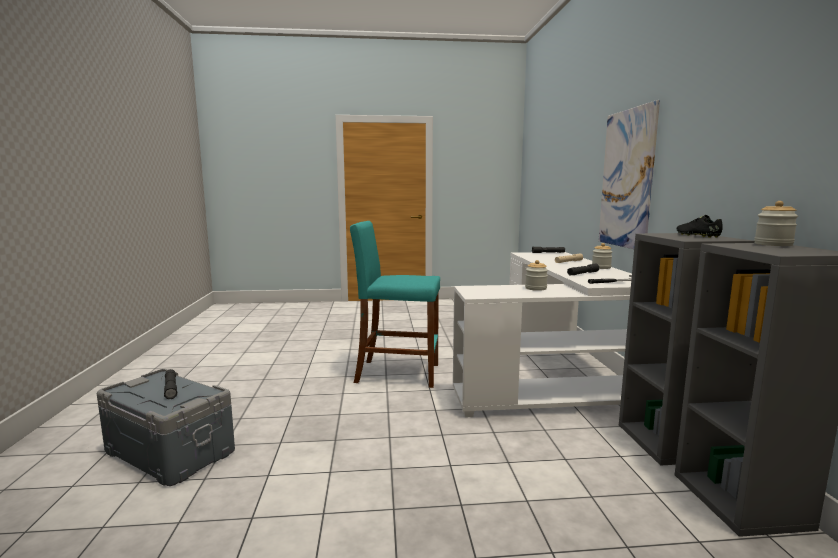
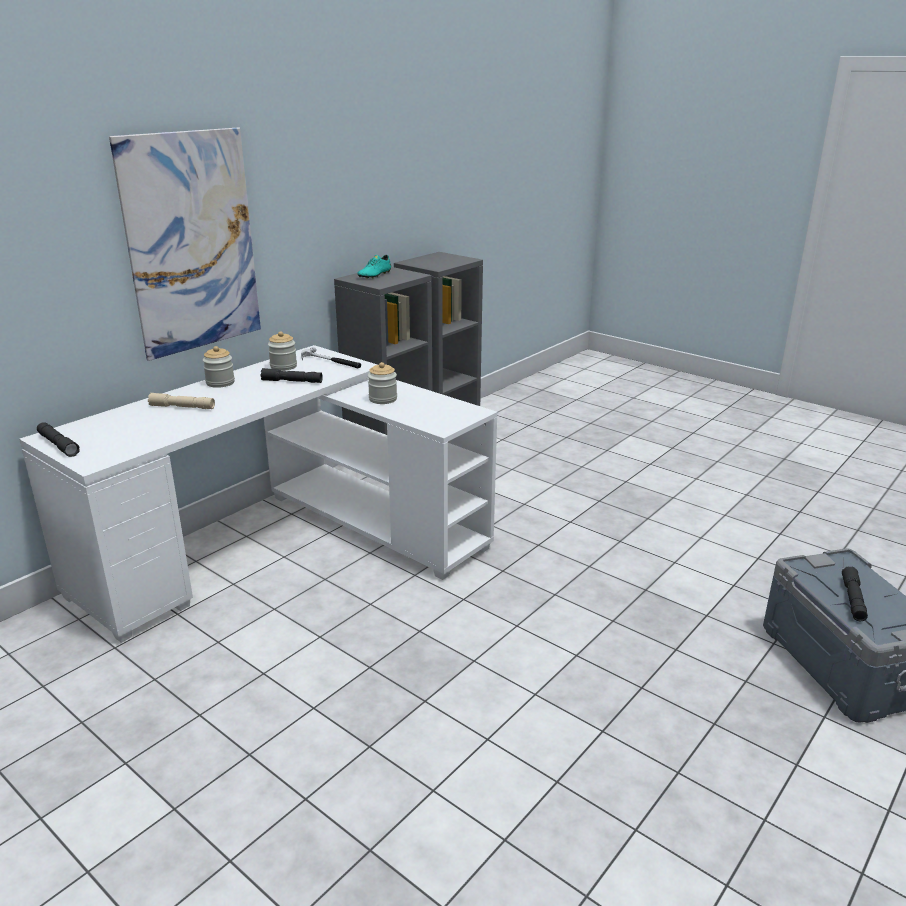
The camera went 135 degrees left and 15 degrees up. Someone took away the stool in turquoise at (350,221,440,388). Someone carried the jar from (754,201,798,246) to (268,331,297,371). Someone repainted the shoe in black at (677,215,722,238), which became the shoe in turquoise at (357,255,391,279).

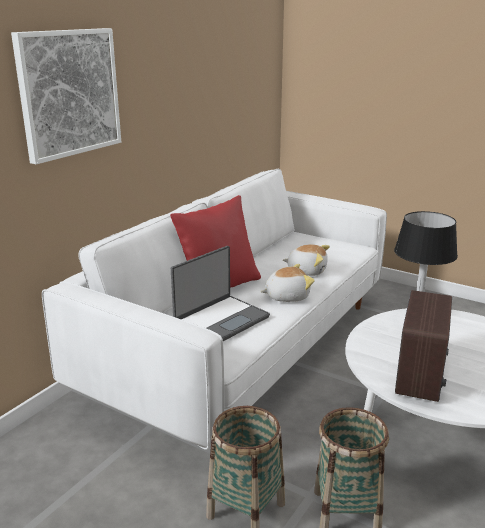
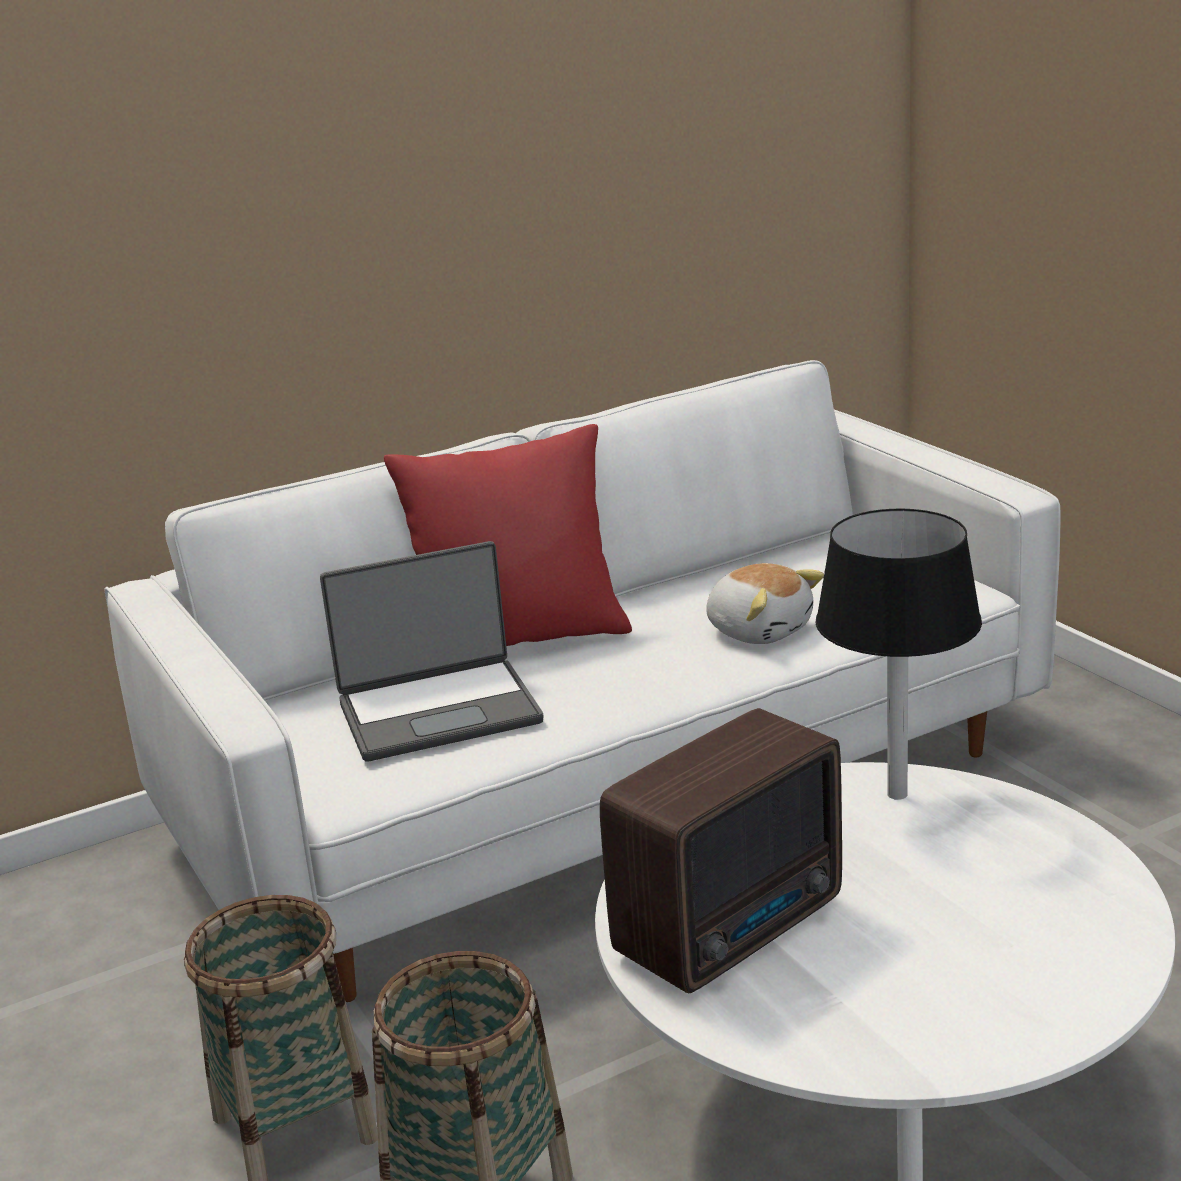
The camera went 30 degrees right and 0 degrees up. Someone took away the picture at (11,28,121,164). Someone took away the plush toy at (261,264,315,302).

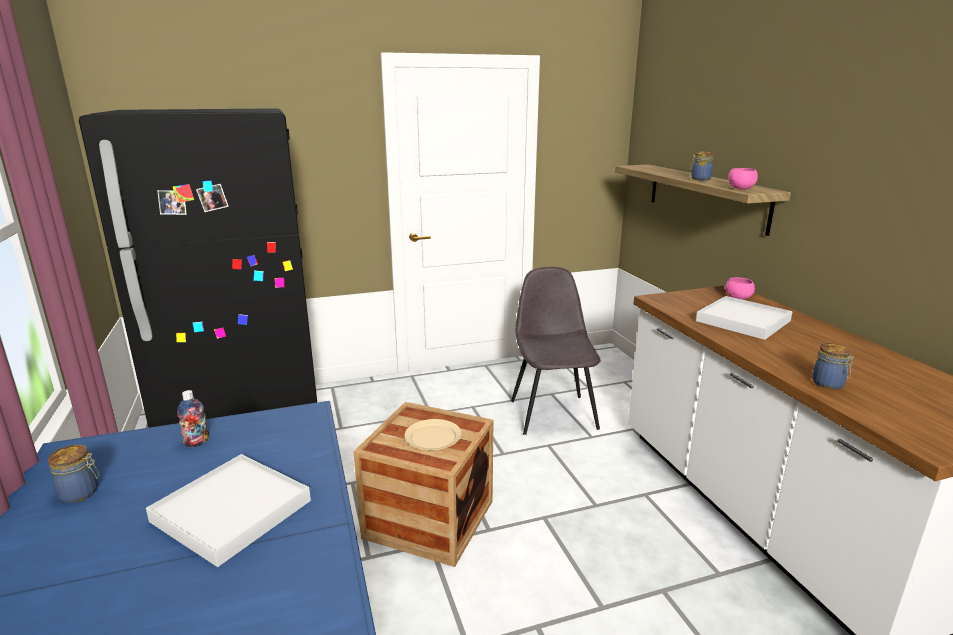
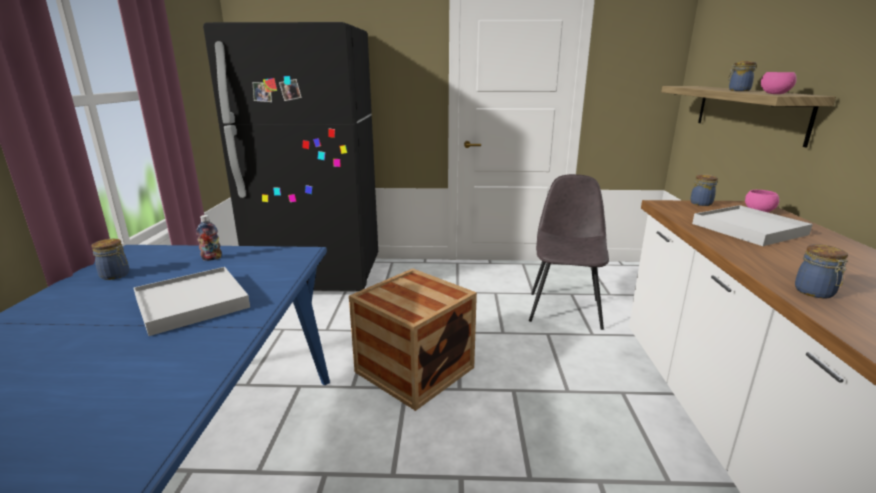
The camera went 20 degrees right and 0 degrees up. Someone took away the plate in beige at (405,419,462,450). Someone put down the jar at (690,175,718,206).

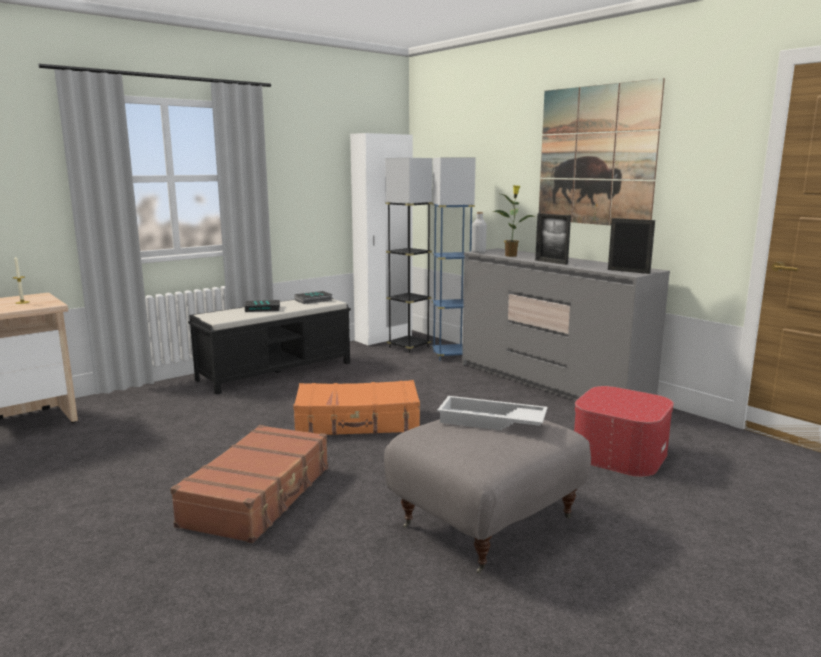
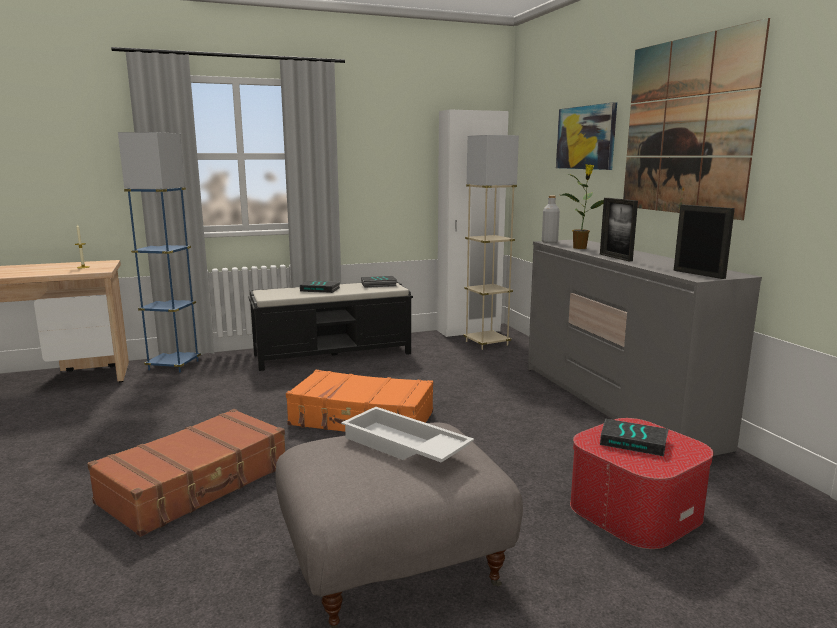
The camera went 20 degrees right and 0 degrees up. Someone put up the picture at (556,102,617,170). Someone put down the book at (600,419,669,456). Someone carried the floor lamp in blue from (431,157,476,361) to (118,132,201,372). Someone repainted the floor lamp in black at (385,158,433,353), which became the floor lamp in beige at (463,135,519,350).

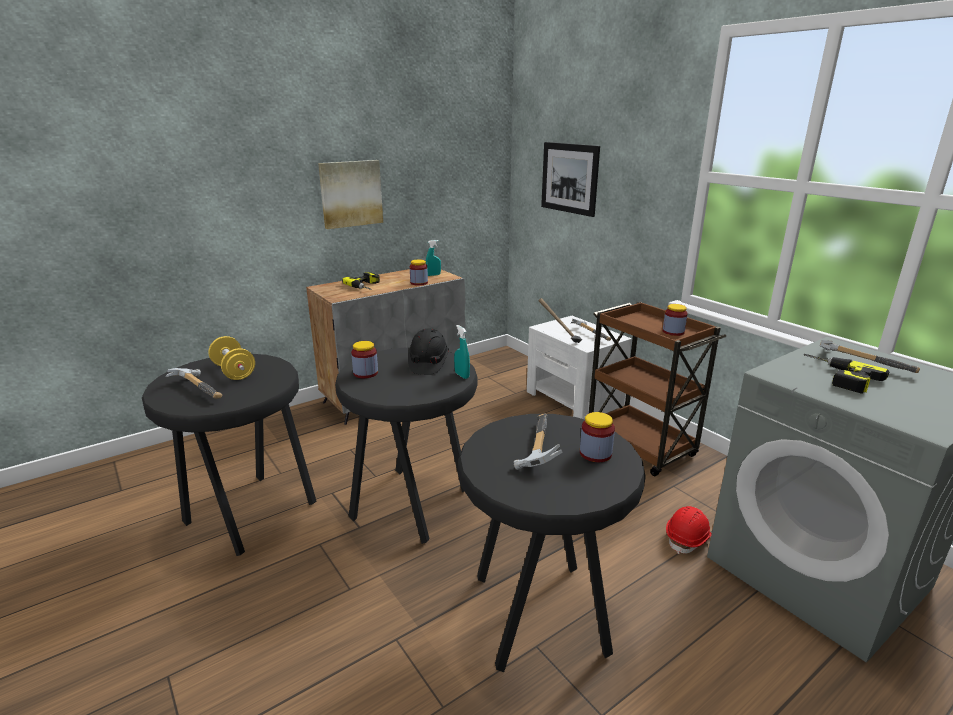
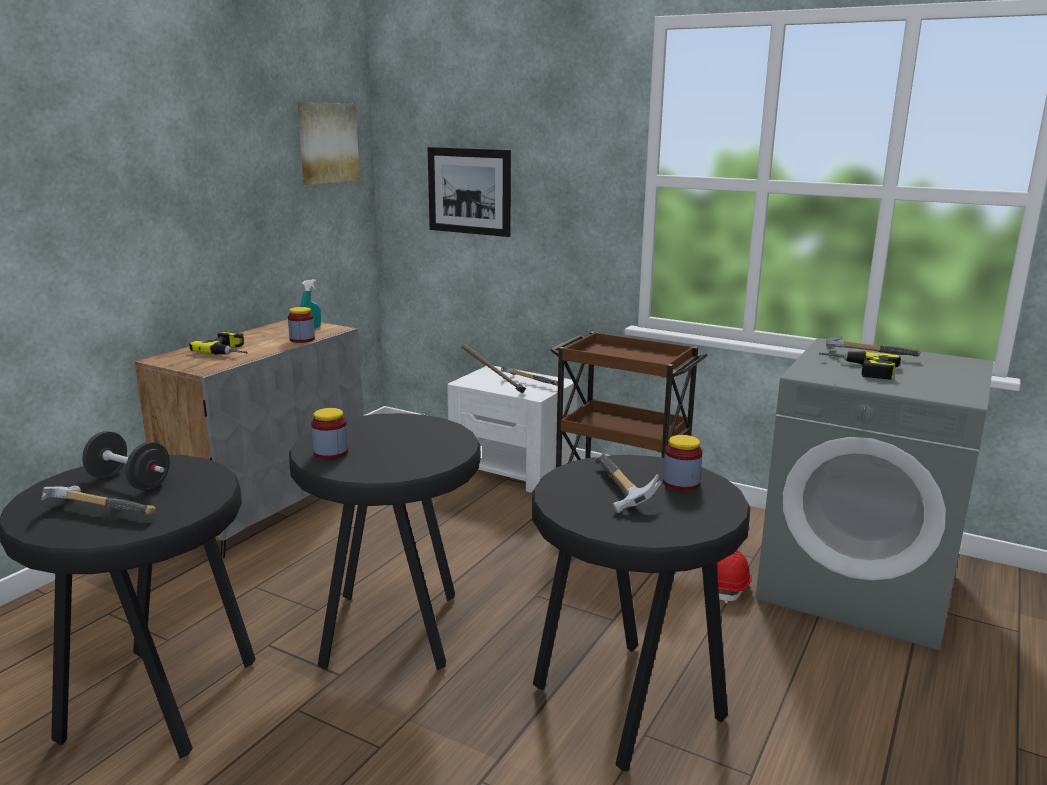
The camera went 25 degrees left and 5 degrees down. Someone took away the hard hat in black at (408,329,449,375). Someone took away the spray bottle in turquoise at (454,325,470,379). Someone took away the jar at (663,304,688,336). Someone carried the picture from (318,160,383,229) to (297,102,360,185). Someone repainted the dumbbell in yellow at (208,336,255,380), which became the dumbbell in black at (82,431,170,491).

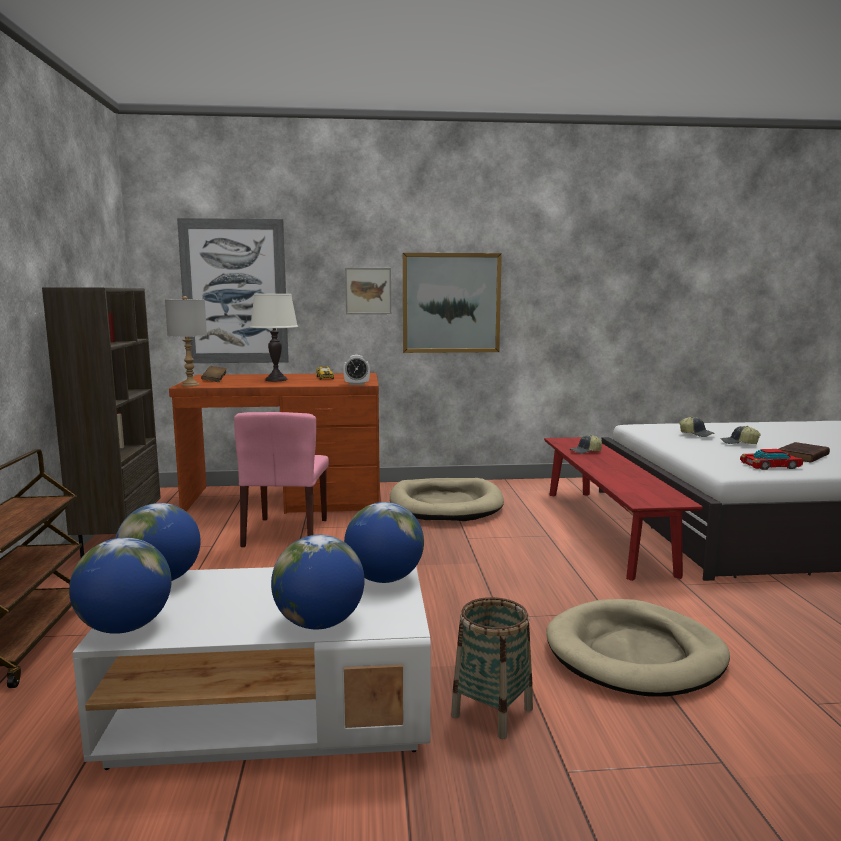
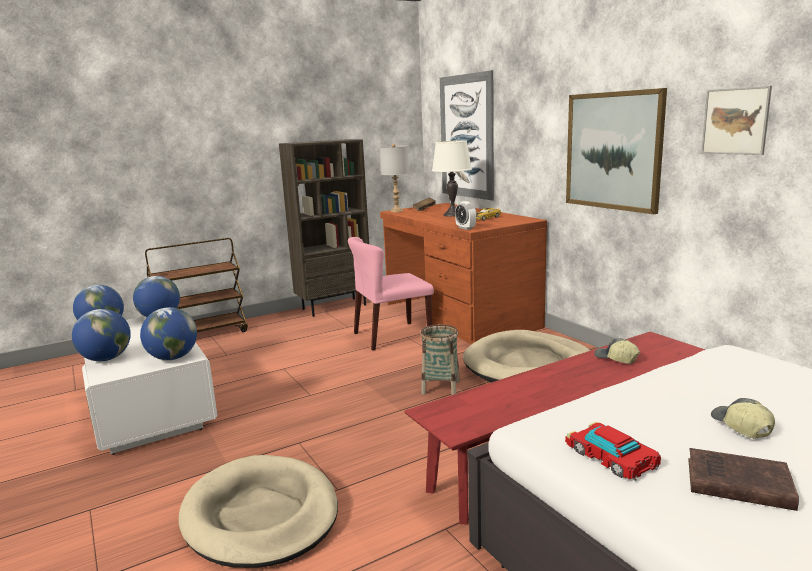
The camera went 65 degrees right and 5 degrees up. Someone took away the cap at (679,417,715,437). Someone carried the picture from (345,268,391,314) to (701,86,772,155). Someone carried the basket from (451,597,533,739) to (420,324,460,395).

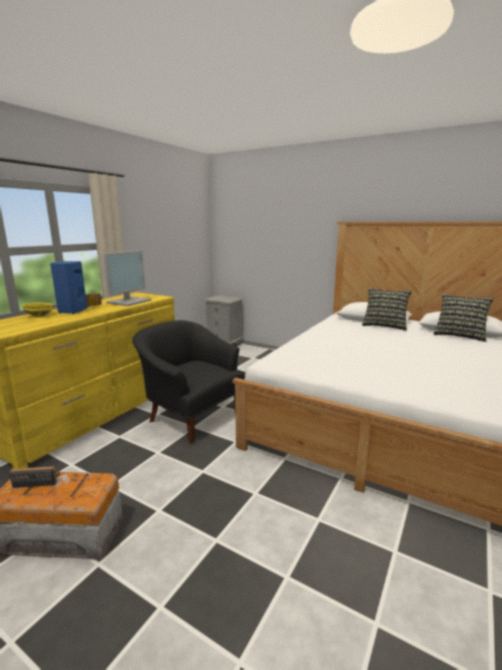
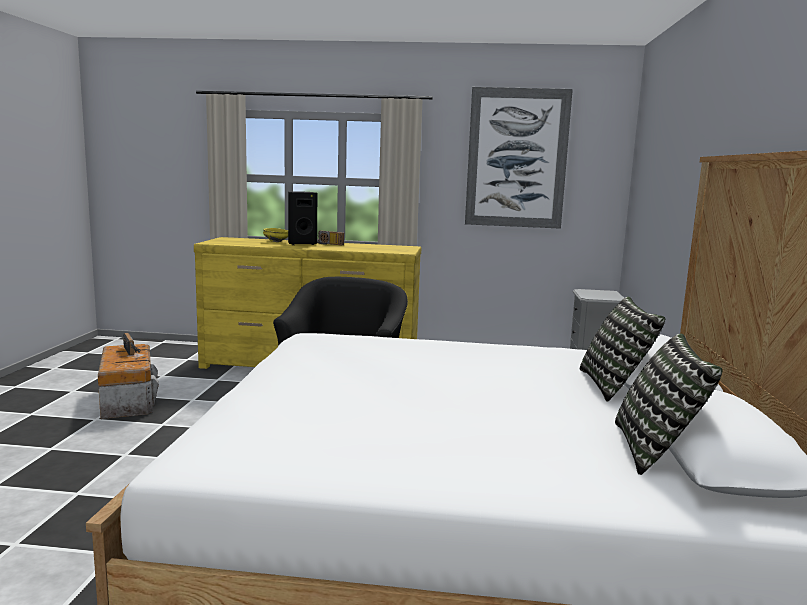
The camera went 65 degrees right and 5 degrees down. Someone took away the monitor at (103,251,152,306). Someone put up the picture at (465,87,573,229). Someone repainted the speaker in blue at (50,261,87,314), which became the speaker in black at (288,191,317,245).

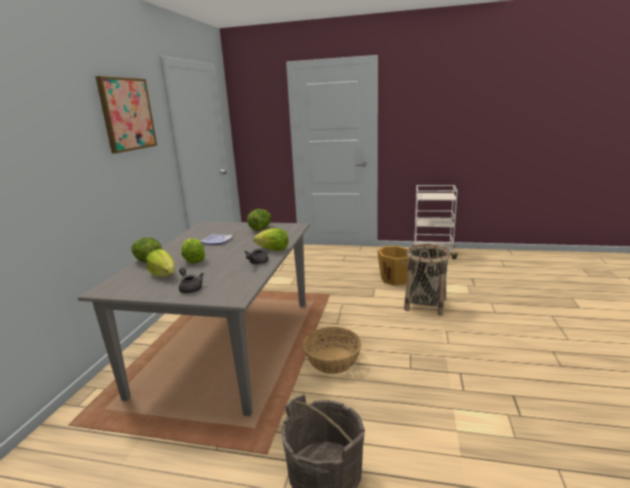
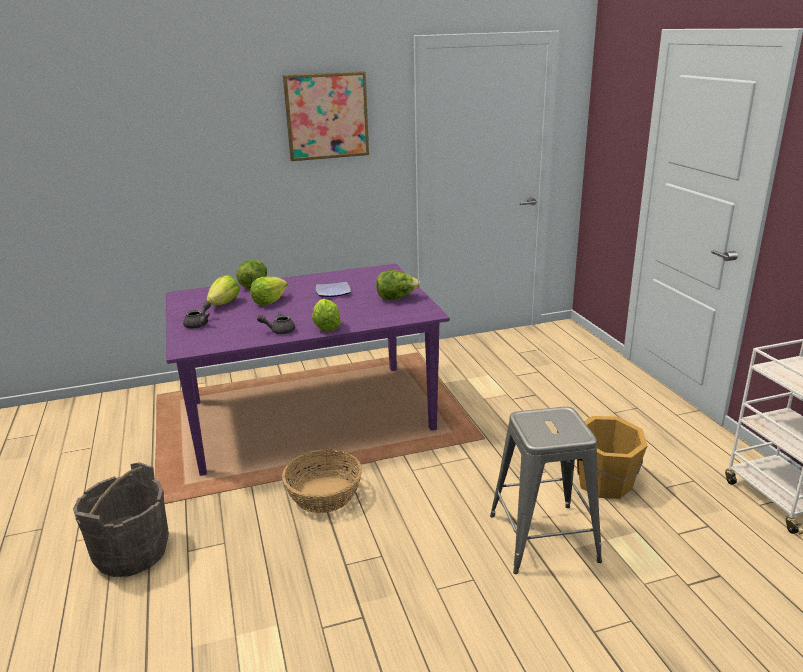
The camera went 60 degrees right and 5 degrees up. Someone swapped the basket at (404,244,450,316) for the stool in grey at (490,407,602,574). Someone repainted the dining table in grey at (77,222,310,416), which became the dining table in purple at (166,264,450,476).

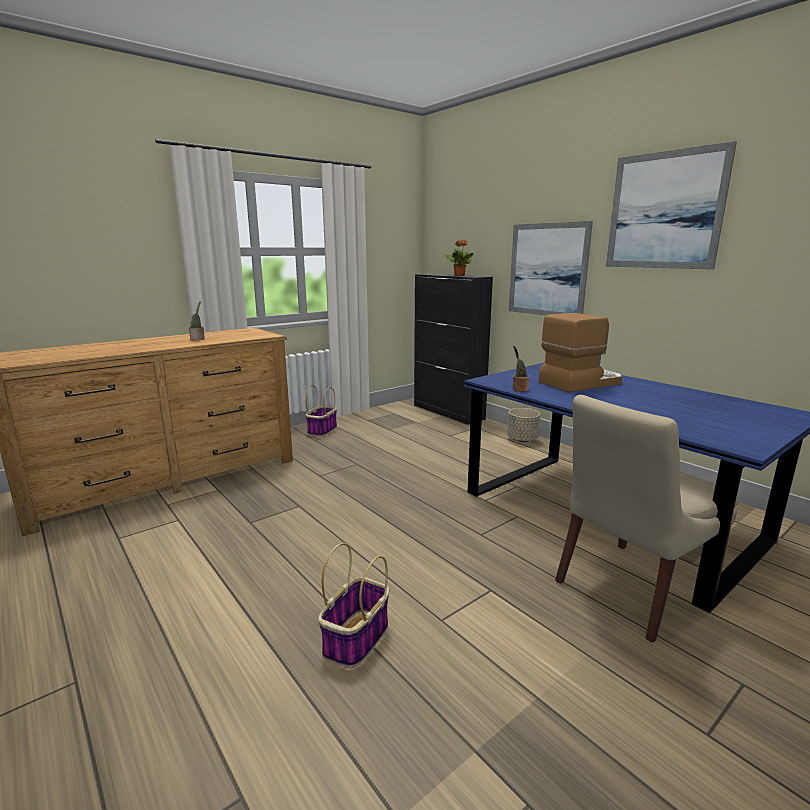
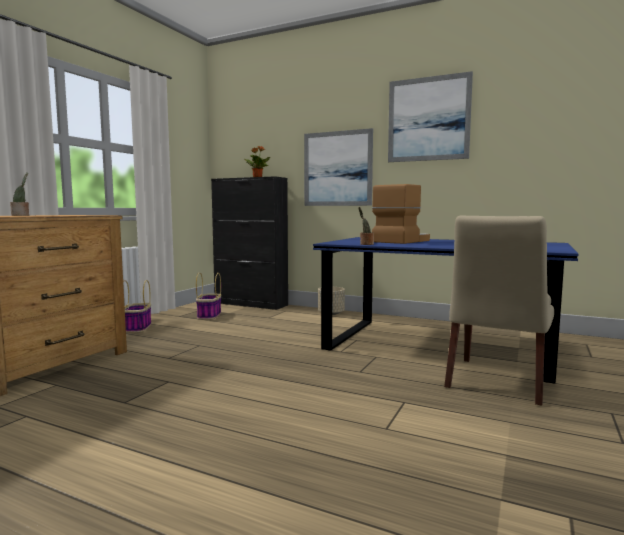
The camera went 25 degrees left and 10 degrees down. Someone carried the basket from (318,543,389,668) to (196,273,221,319).

